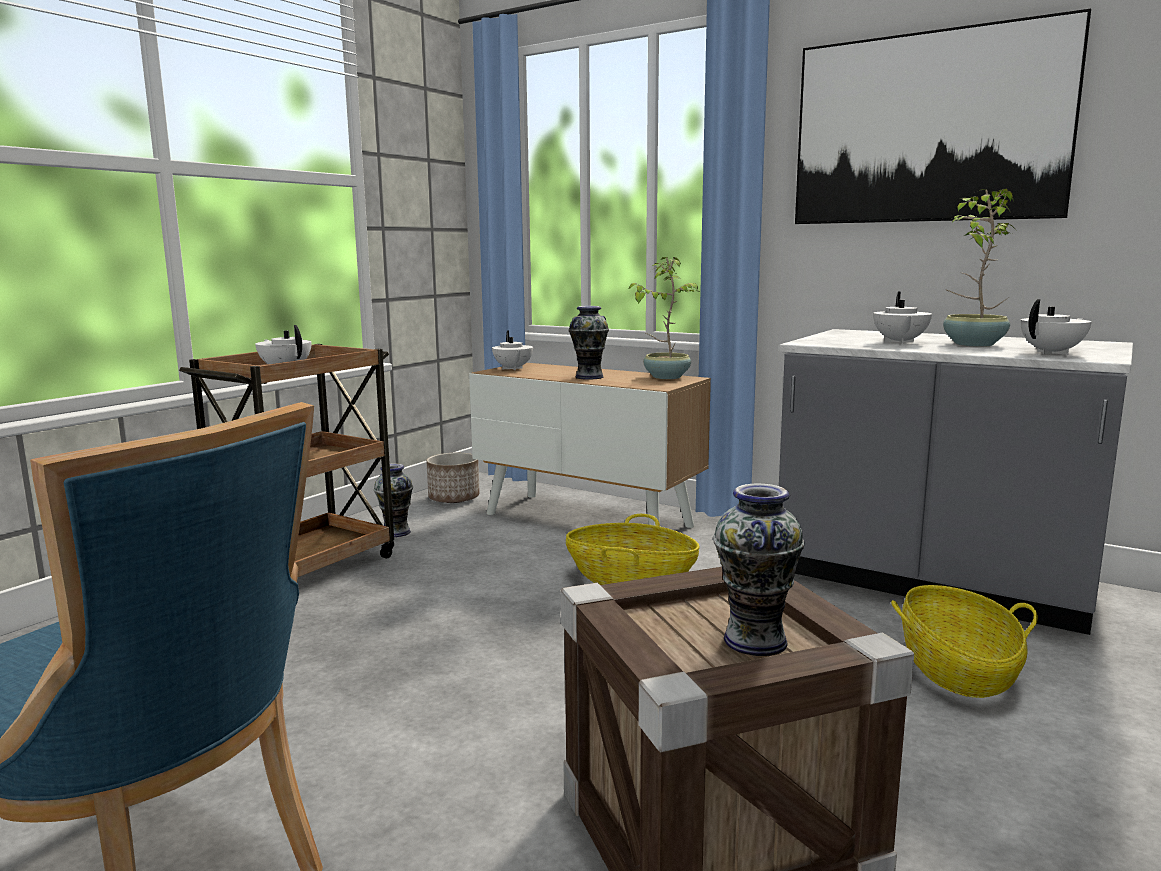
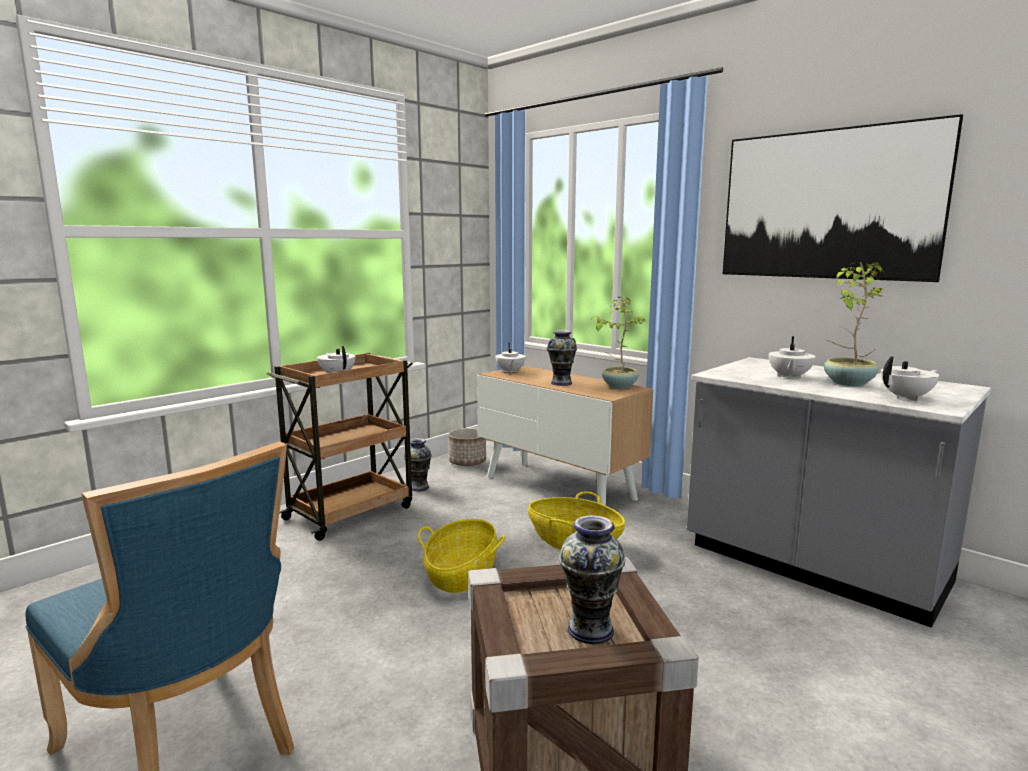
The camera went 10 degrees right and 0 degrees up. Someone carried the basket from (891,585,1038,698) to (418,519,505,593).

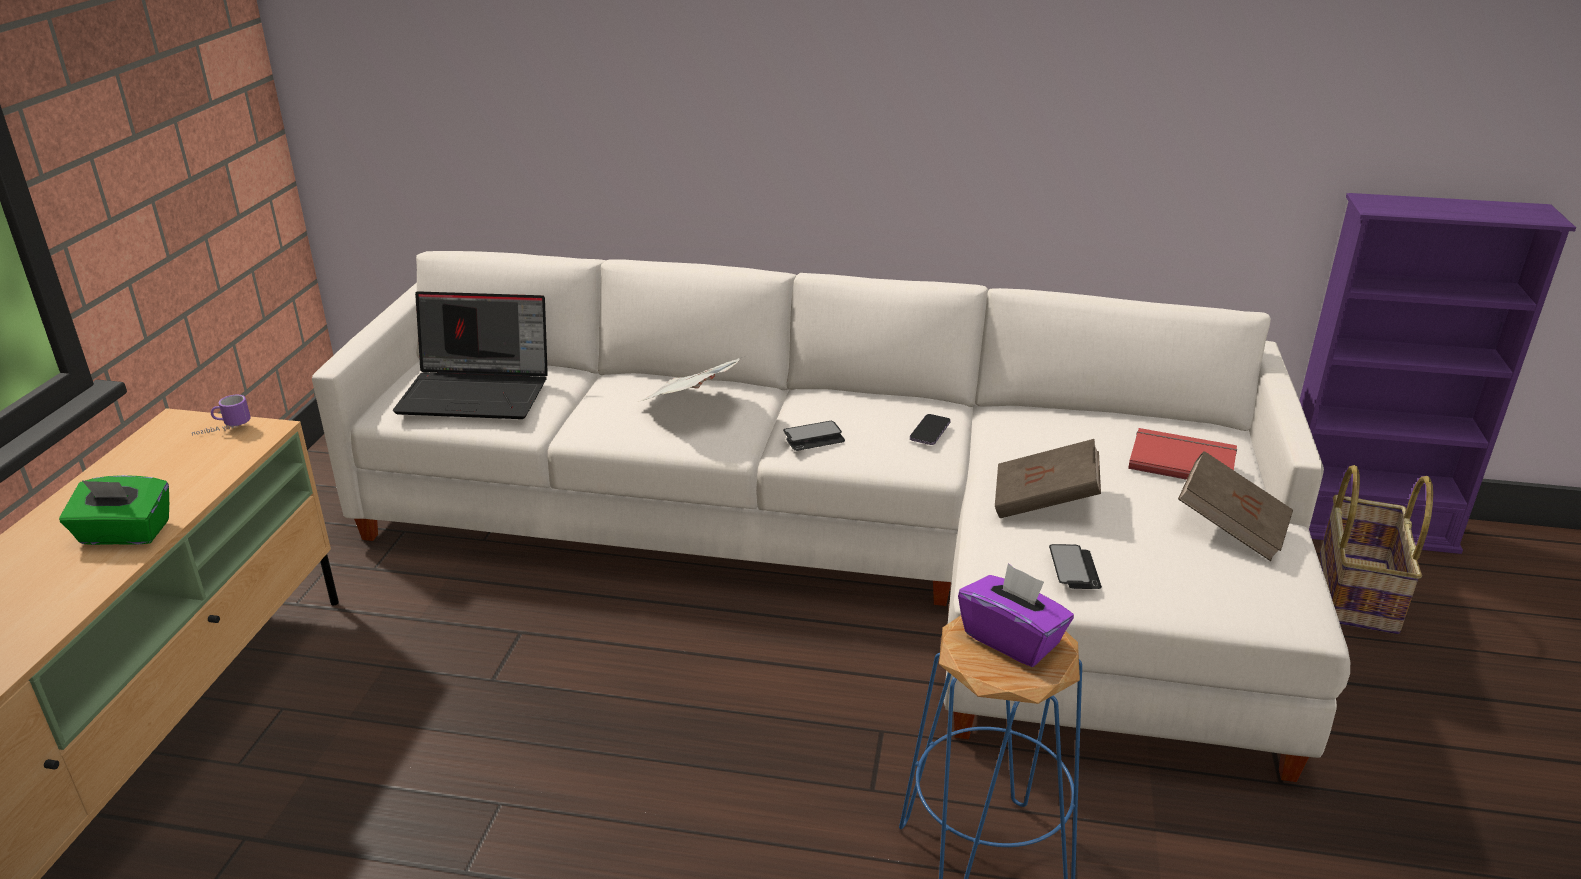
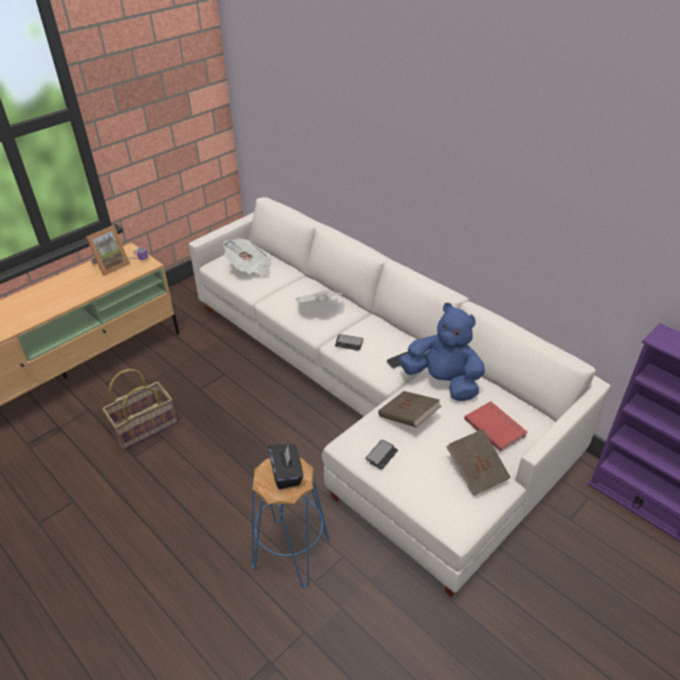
The camera went 35 degrees right and 10 degrees up. Someone took away the tissue box in green at (59,475,169,545). Someone put down the picture frame at (86,226,130,276). Someone put down the plush toy in blue at (399,303,485,401). Someone carried the basket from (1320,465,1433,634) to (102,369,177,450). Someone swapped the laptop at (393,291,548,419) for the newspaper at (223,239,271,277). Someone repainted the tissue box in purple at (958,563,1074,667), which became the tissue box in black at (268,444,303,489).

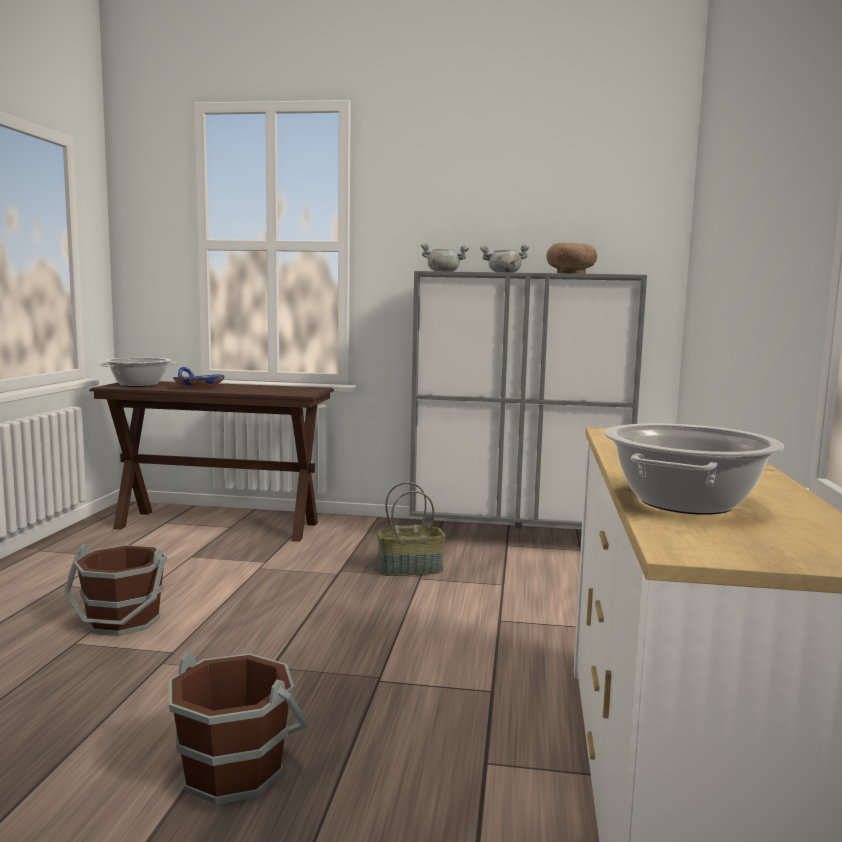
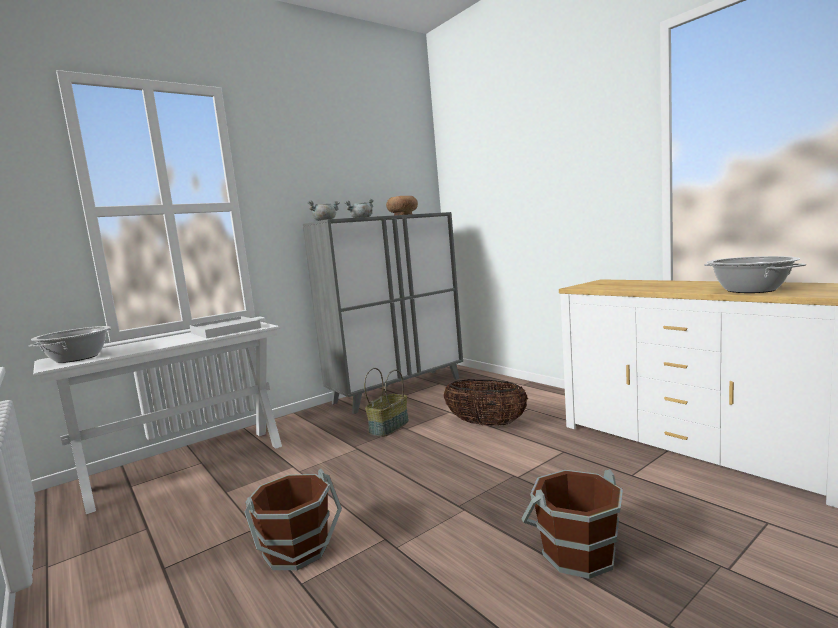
The camera went 45 degrees left and 0 degrees up. Someone took away the bowl in blue at (173,367,225,388). Someone put down the tray in white at (190,316,261,338). Someone put down the basket at (443,379,528,426). Someone repainted the console table in brown at (89,381,334,542), which became the console table in white at (33,322,282,514).

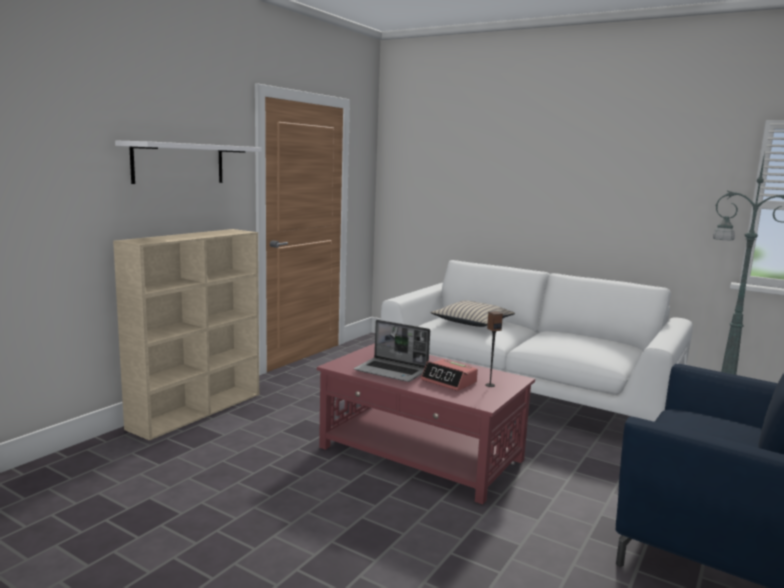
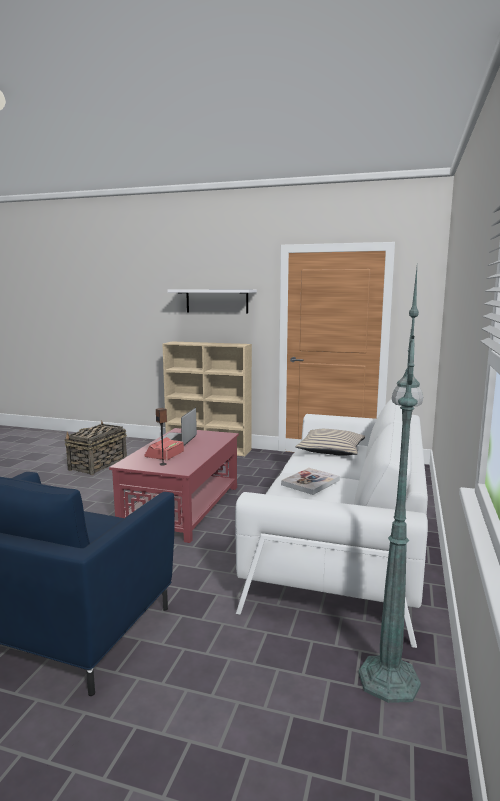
The camera went 75 degrees right and 0 degrees up. Someone put down the basket at (64,421,127,475). Someone put down the book at (281,468,340,495).

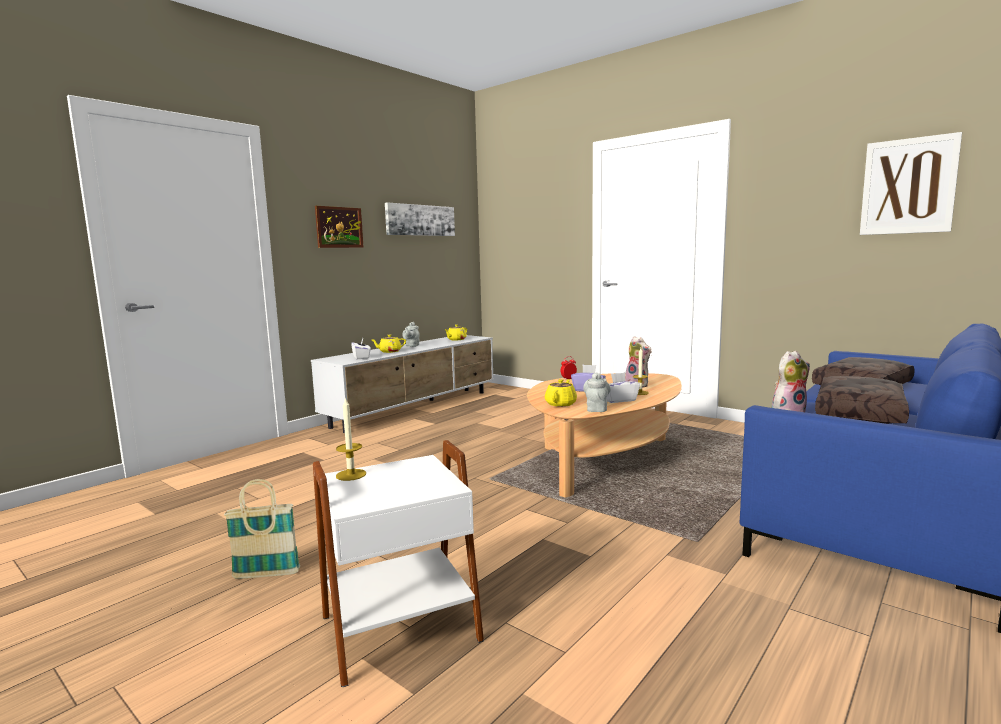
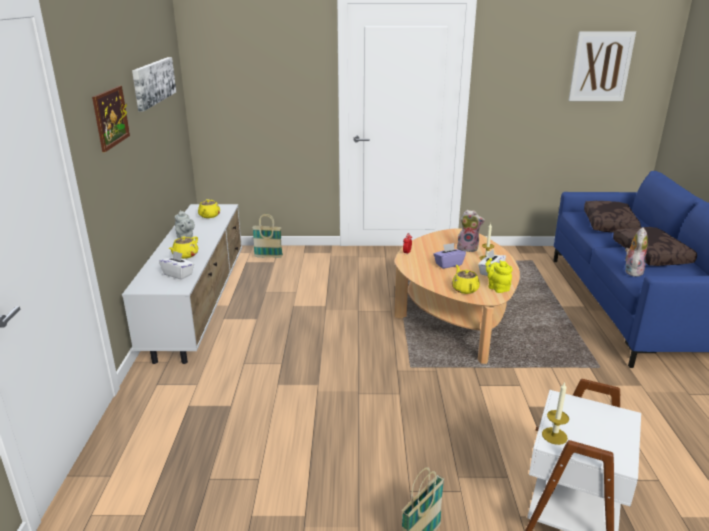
The camera went 40 degrees left and 15 degrees up. Someone put down the basket at (252,214,283,258). Someone repainted the teapot in grey at (583,372,611,412), which became the teapot in yellow at (486,258,512,293).

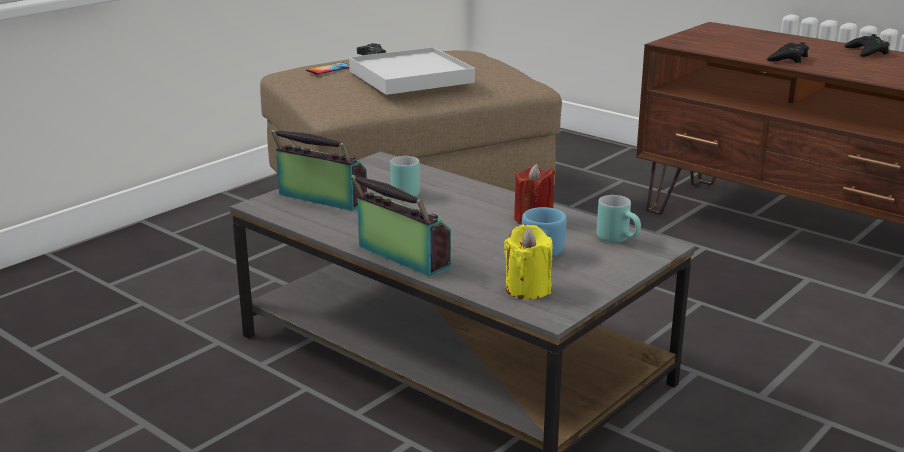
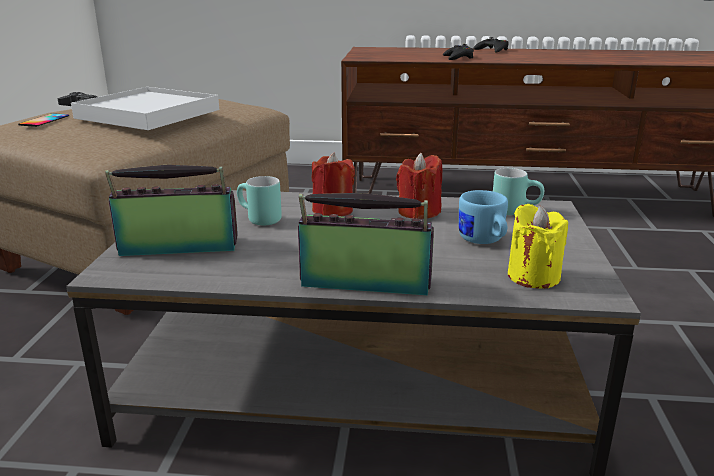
The camera went 35 degrees left and 0 degrees up. Someone put down the candle in red at (312,152,355,216).

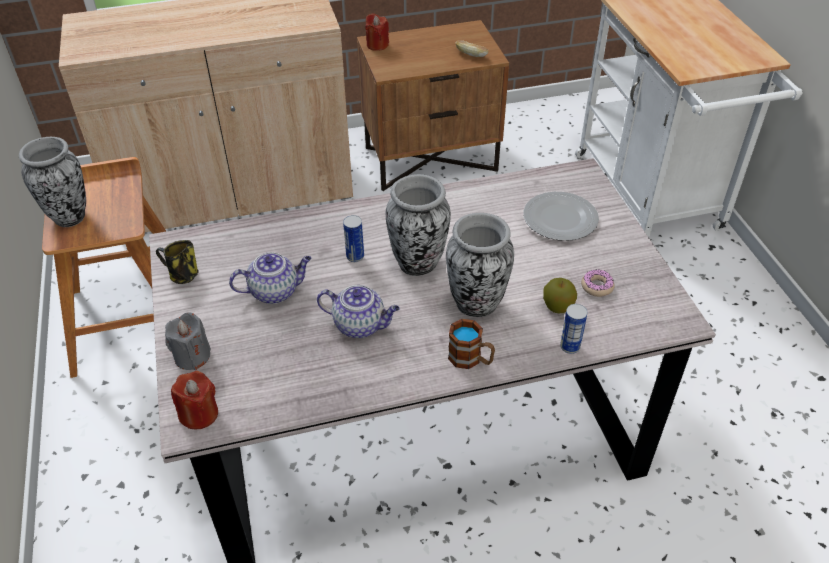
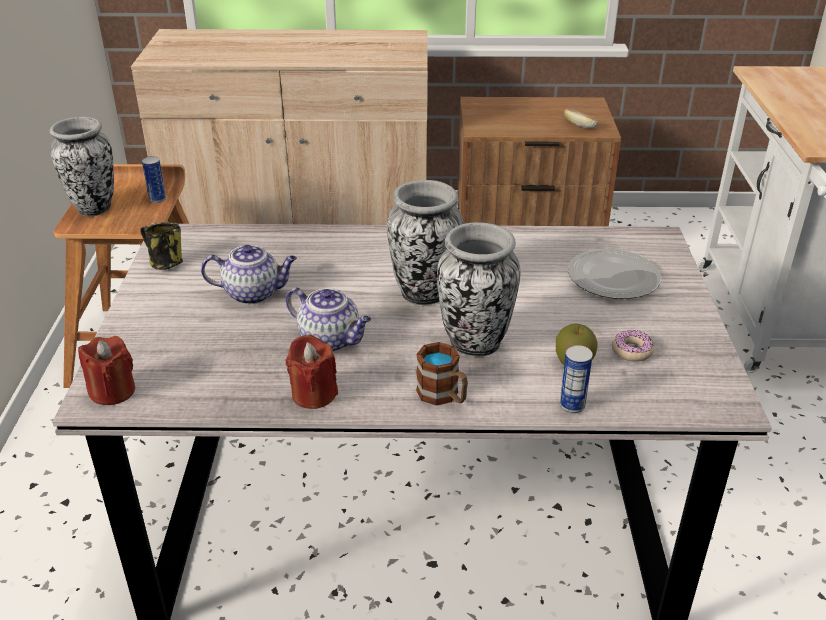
The camera went 15 degrees right and 10 degrees down. Someone took away the candle in grey at (165,312,211,370). Someone carried the can from (343,215,364,262) to (142,156,166,203). Someone carried the candle in red from (365,13,389,51) to (286,335,338,409).

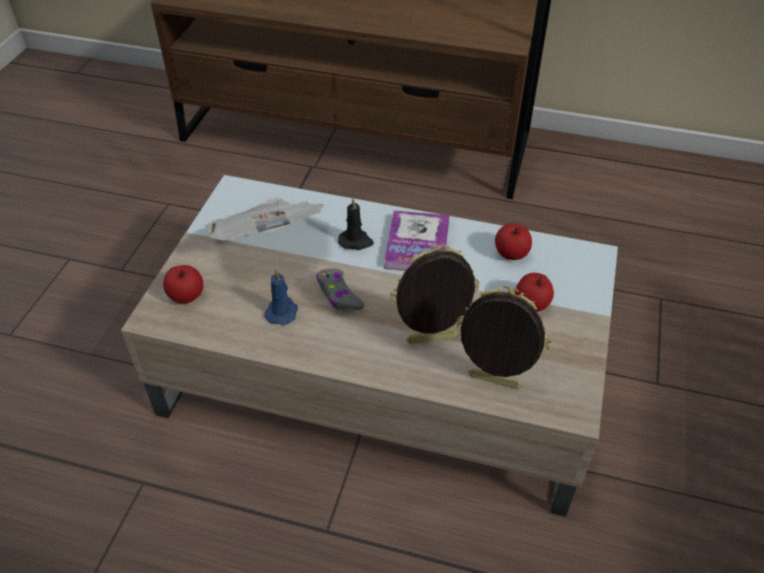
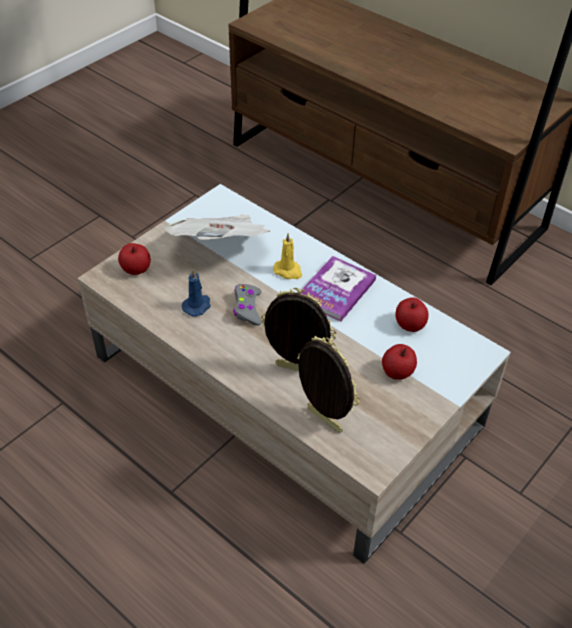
The camera went 25 degrees right and 0 degrees up. Someone repainted the candle in black at (338,197,374,250), which became the candle in yellow at (273,233,302,279).

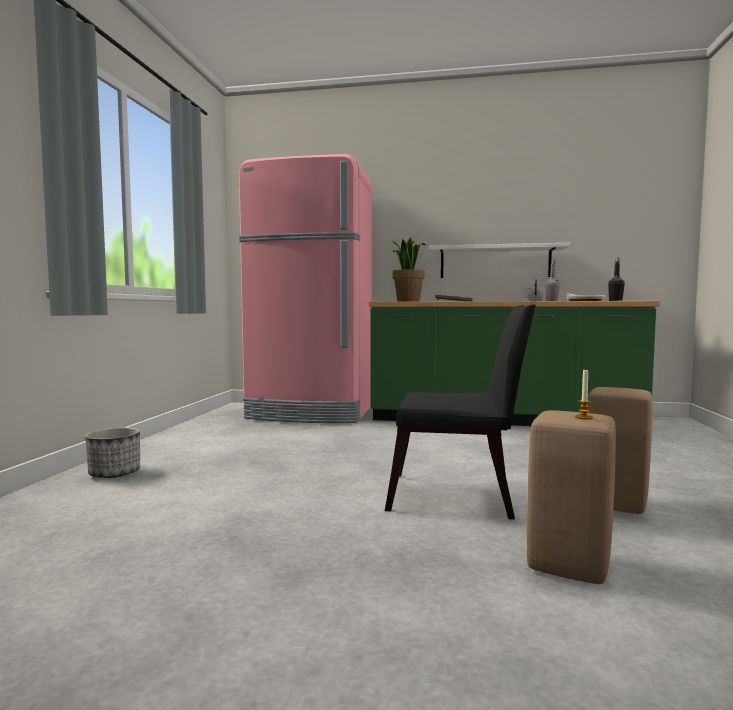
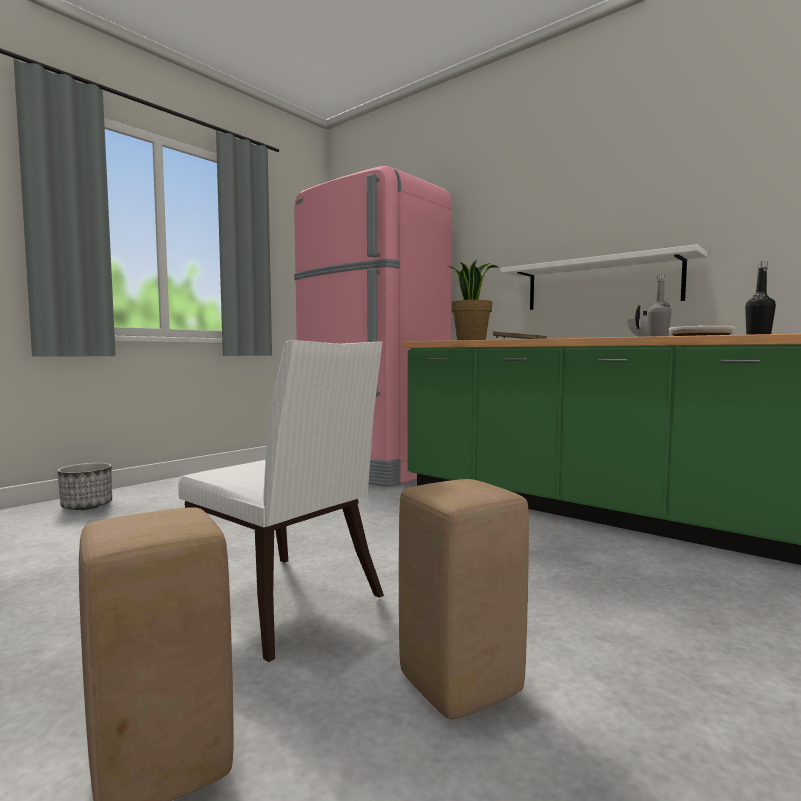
The camera went 30 degrees right and 0 degrees up. Someone took away the candle at (575,370,593,420). Someone repainted the chair in black at (385,305,536,519), which became the chair in white at (179,340,384,662).

